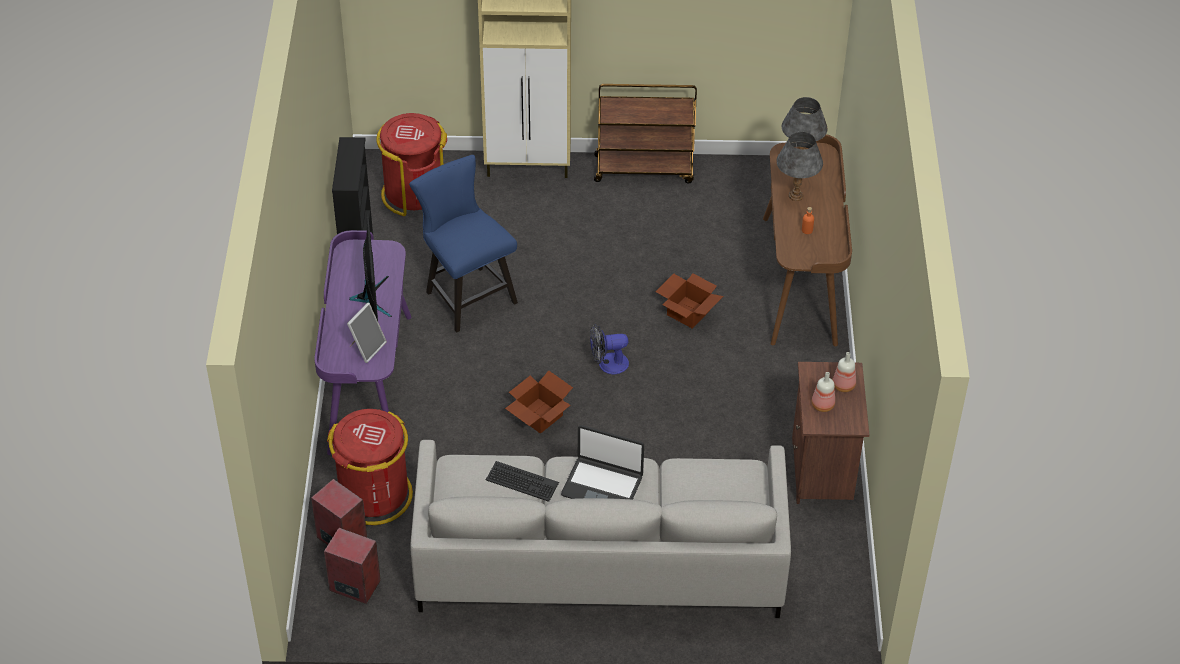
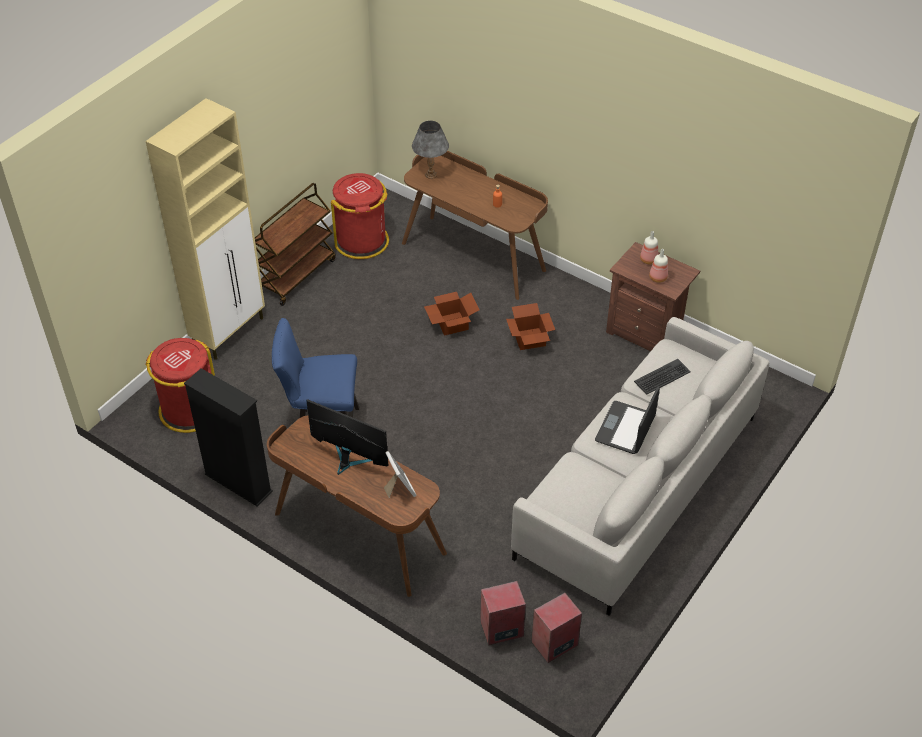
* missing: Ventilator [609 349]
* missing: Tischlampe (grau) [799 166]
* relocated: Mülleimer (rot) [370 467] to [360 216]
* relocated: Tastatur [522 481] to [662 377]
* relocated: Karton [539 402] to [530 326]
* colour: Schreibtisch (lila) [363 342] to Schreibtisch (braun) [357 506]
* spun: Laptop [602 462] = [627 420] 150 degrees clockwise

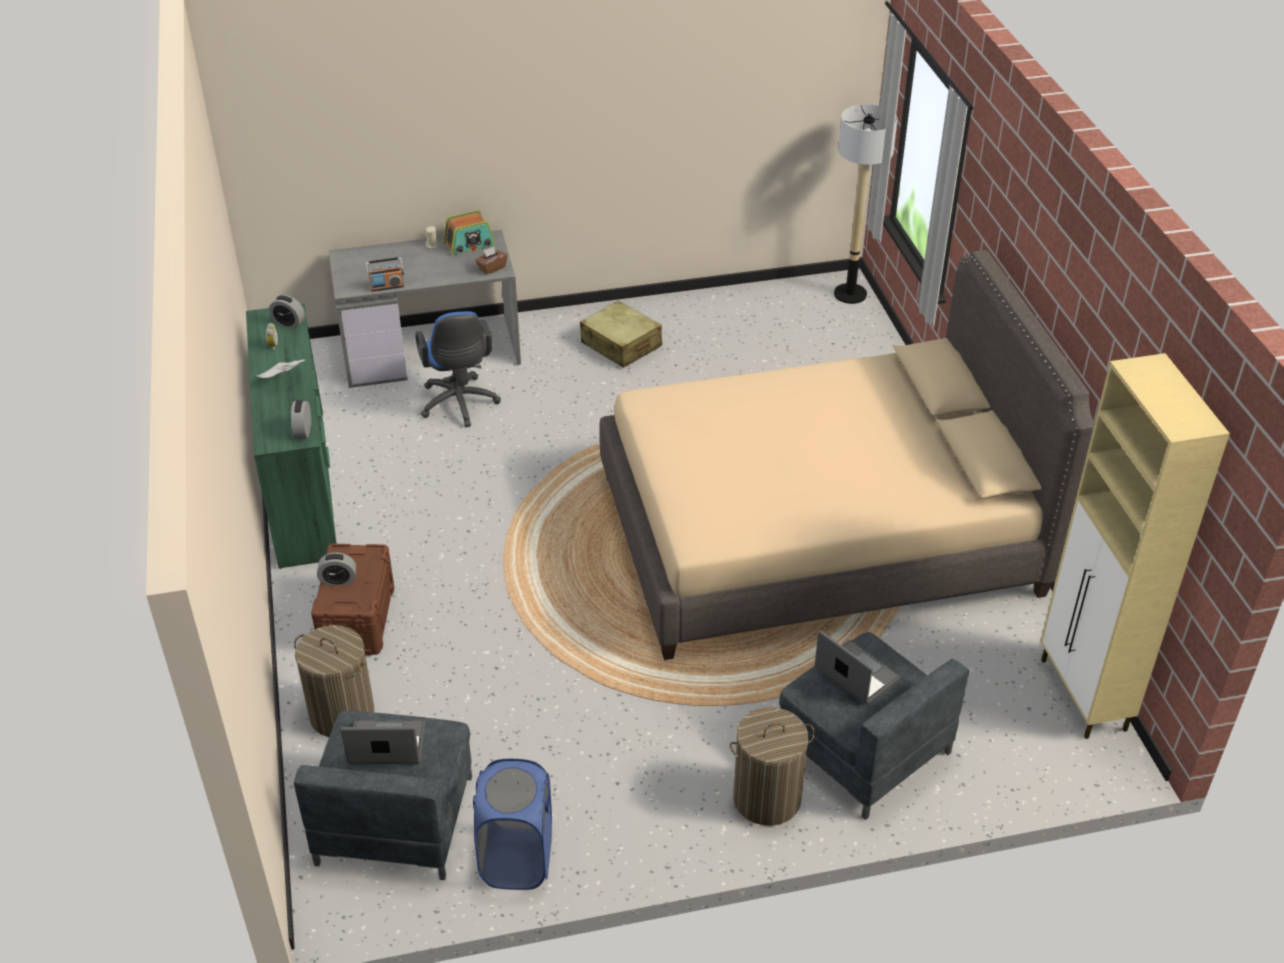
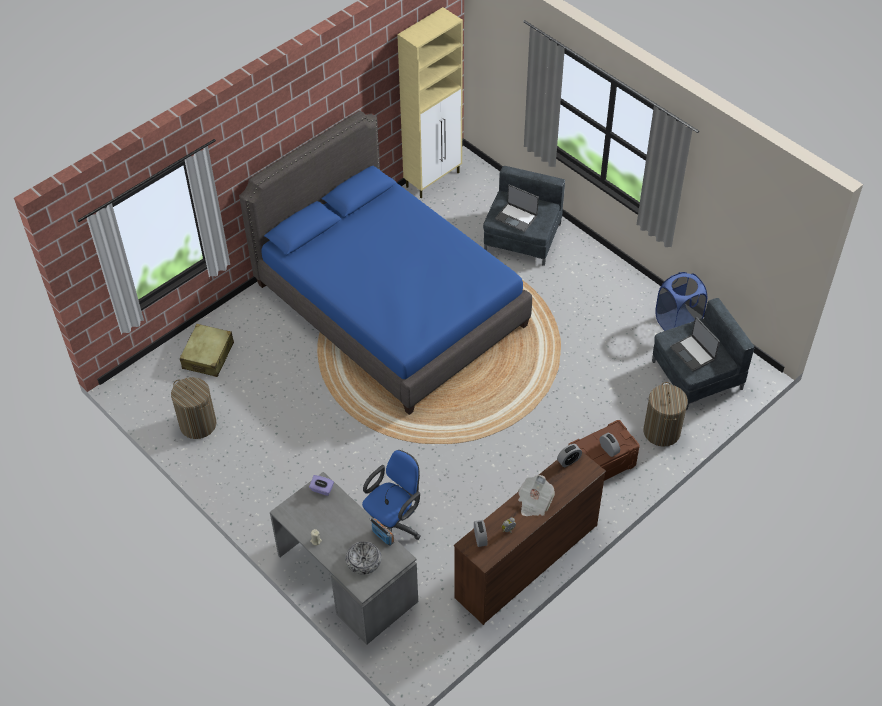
* missing: Radio [469 232]
* missing: Stehlampe [866 204]
* appeared: Schüssel [363 558]
* relocated: Koffer (beige) [621 334] to [207 350]
* relocated: Wäschekorb [772 766] to [193 408]
* colour: Kommode (grün) [291 436] to Kommode (braun) [530 538]
* colour: Taschentuchbox (braun) [491 261] to Taschentuchbox (lila) [321 485]
* colour: Bett (beige) [847 455] to Bett (blau) [385 263]
* spun: Laptop [857 667] = [517 208] 75 degrees counterclockwise

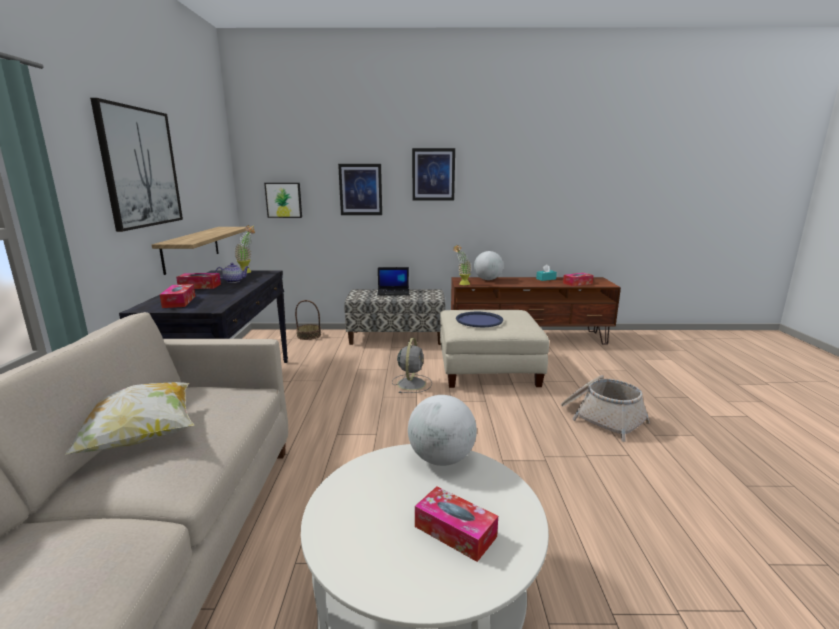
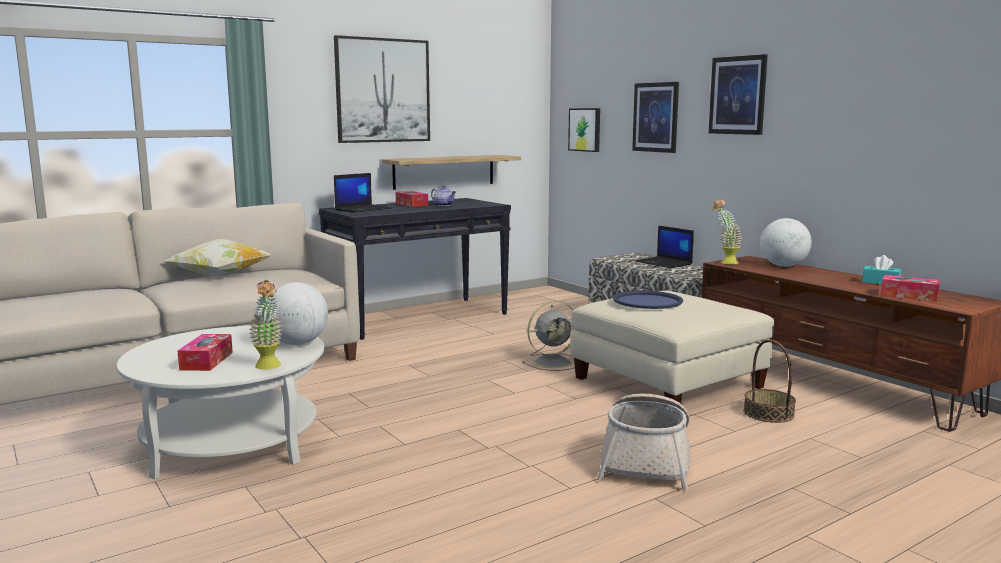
* relocated: Topfpflanze [244 249] to [266 325]
* relocated: Korb [308 320] to [769 381]
* exchanged: Taschentuchbox [177 296] to Laptop [363 193]

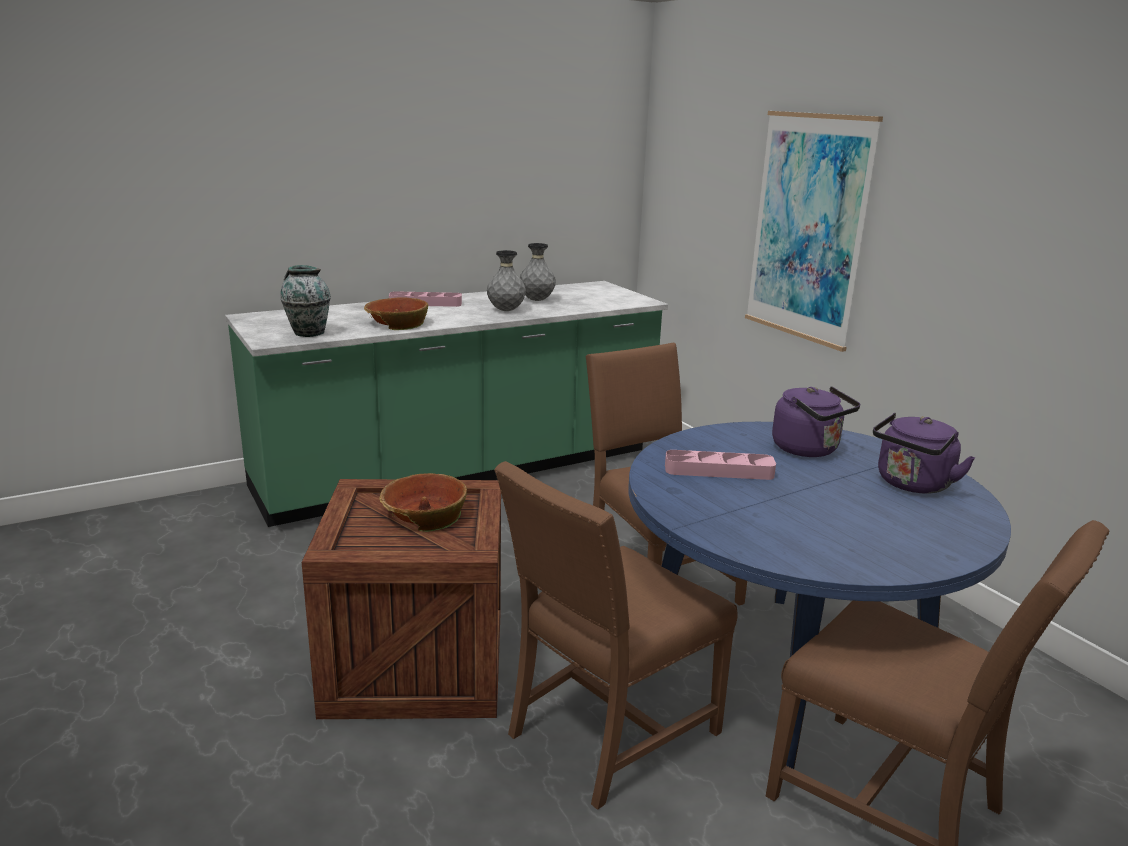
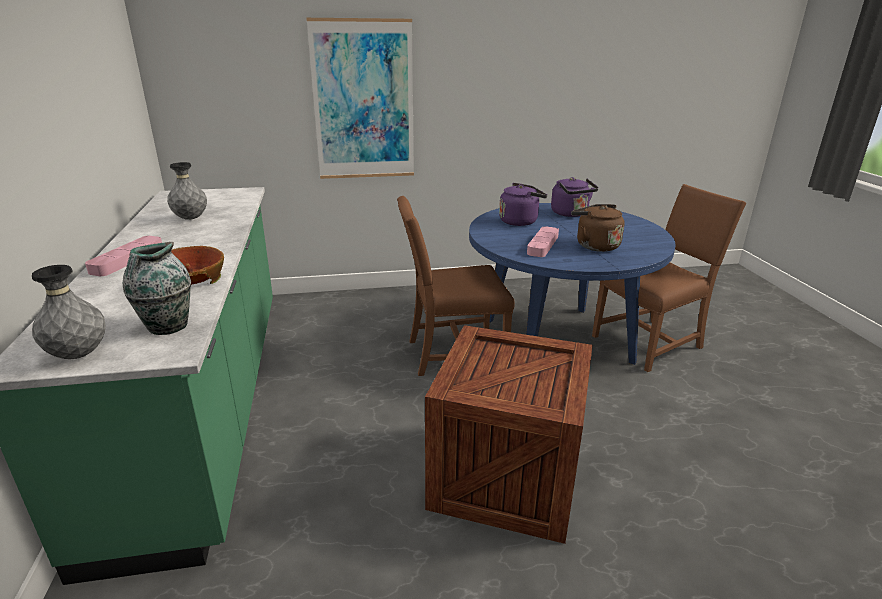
* missing: Schüssel [423 502]
* missing: Stuhl (braun) [616 635]
* appeared: Wasserkessel (braun) [598 228]
* relocated: Vase (grau) [506 280] to [69 312]

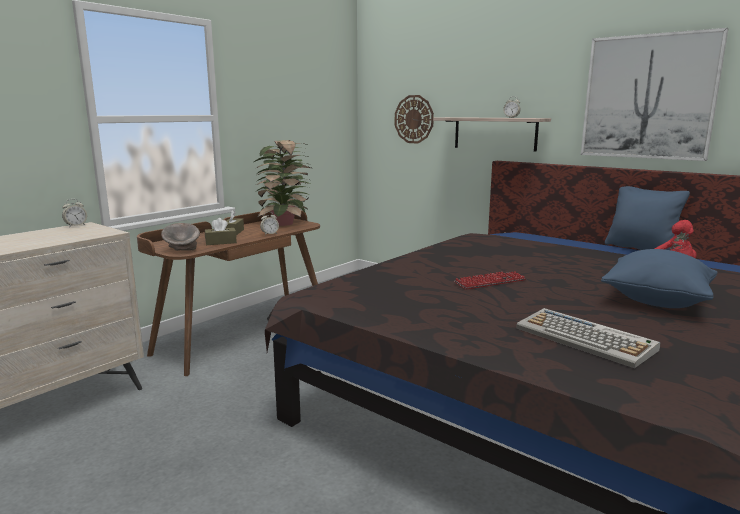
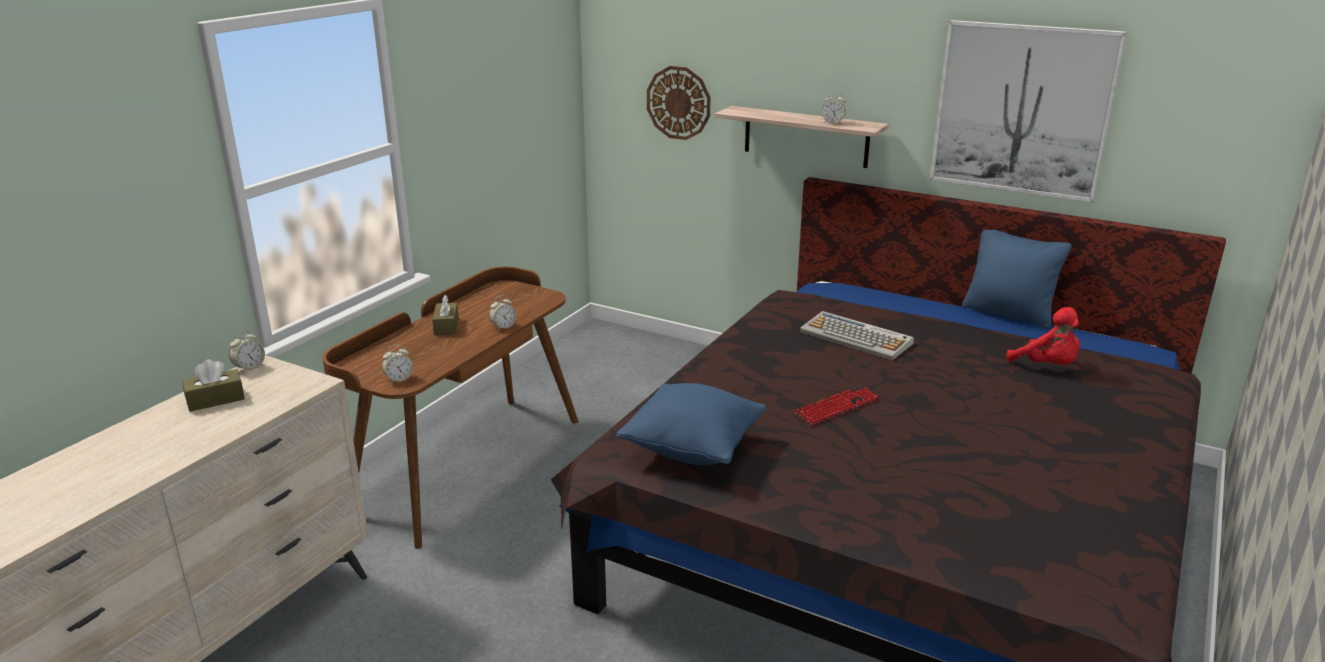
* missing: Topfpflanze [282 183]
* relocated: Taschentuchbox (braun) [221 231] to [213 385]
* relocated: Tastatur [588 338] to [857 335]
* relocated: Kissen (blau) [659 278] to [691 424]
* exchanged: Schüssel (grau) [180 237] to Wecker [397 364]

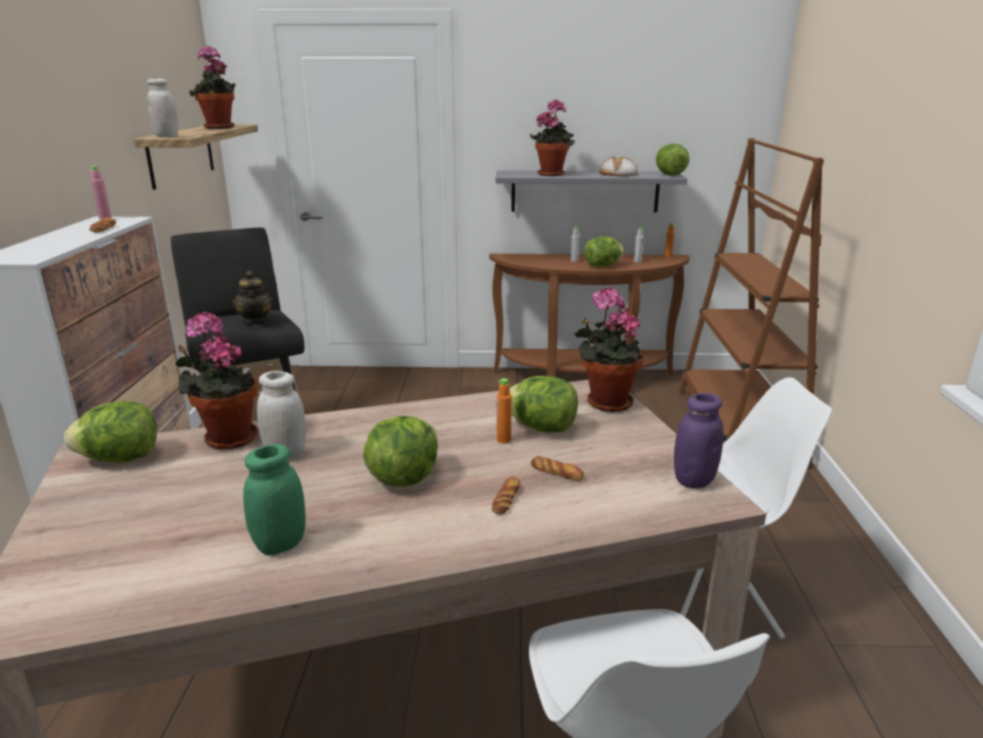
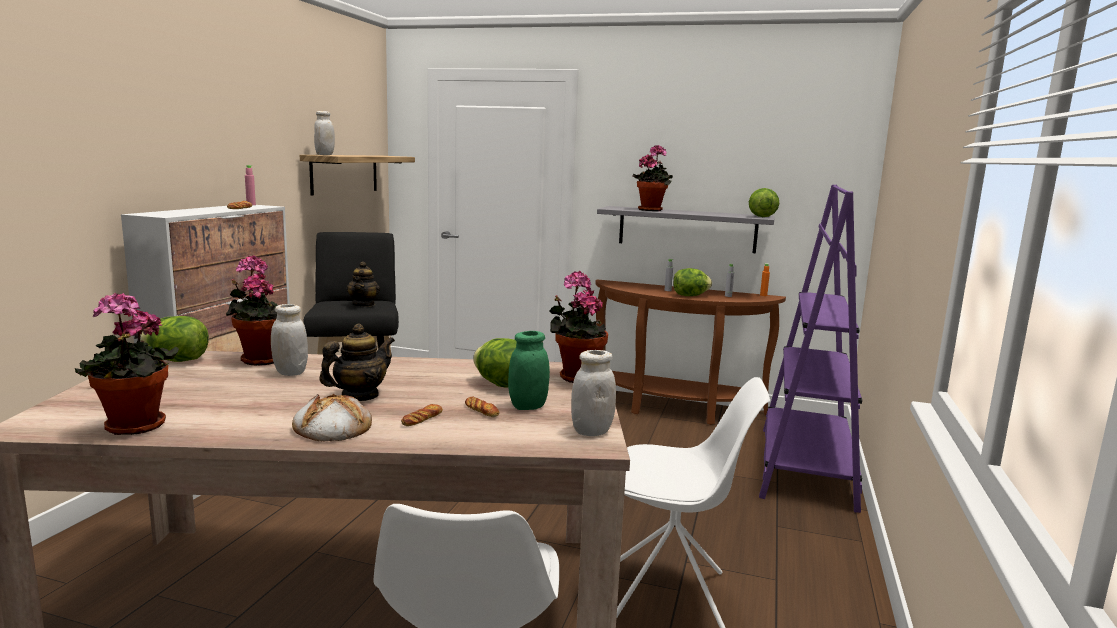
* missing: Flasche (orange) [504 411]
* relocated: Topfpflanze [213 87] to [127 364]
* relocated: Vorratsglas (grün) [274 499] to [529 370]
* relocated: Brot [618 166] to [332 417]
* exchanged: Salatkopf [400 451] to Teekanne [357 362]
* colour: Vorratsglas (lila) [699 440] to Vorratsglas (weiß) [593 393]
* colour: Bücherregal (braun) [751 304] to Bücherregal (lila) [810 348]

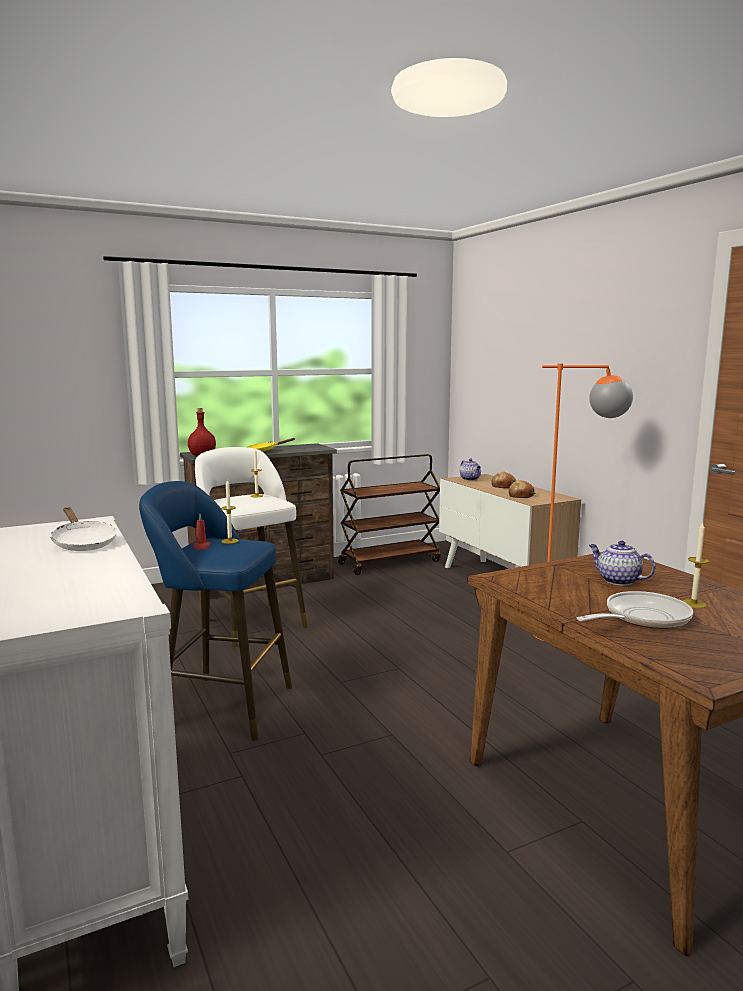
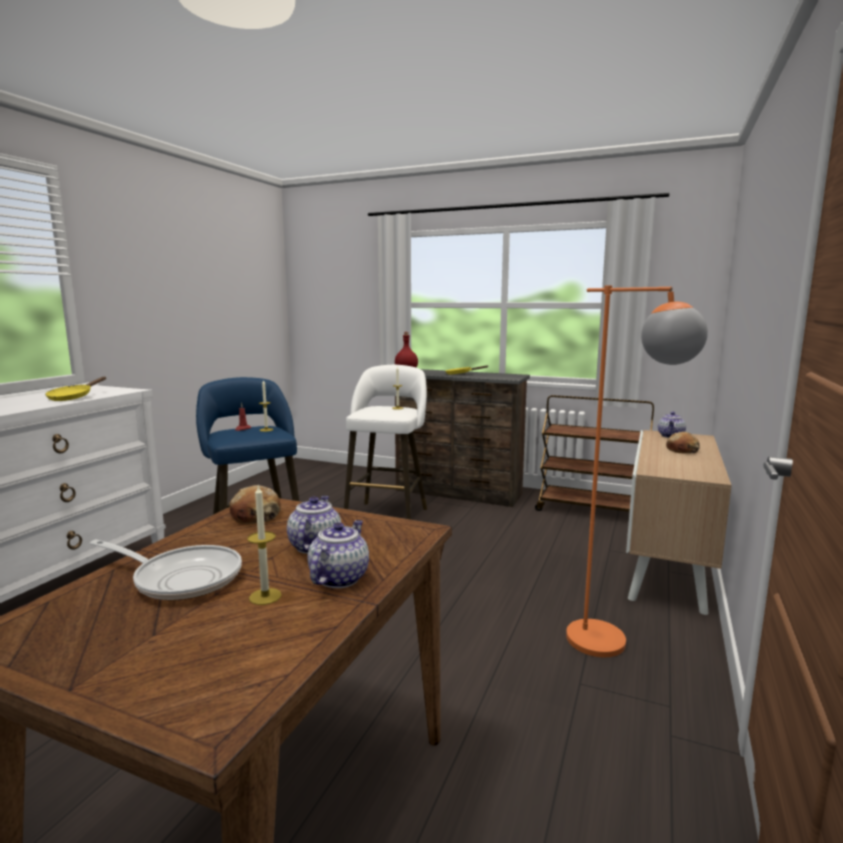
* appeared: Teekanne [338 554]
* relocated: Brot [521 489] to [255 504]
* colour: Pfanne (weiß) [83 529] to Pfanne (gelb) [75 389]

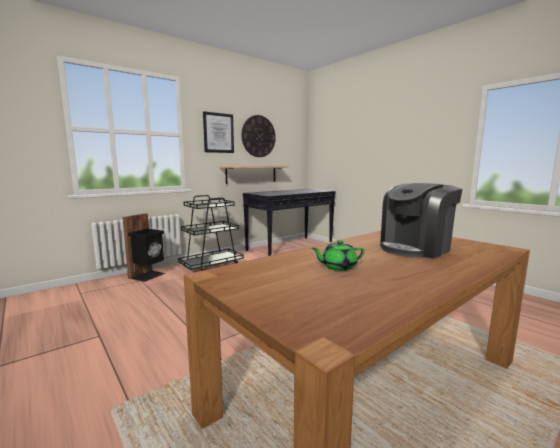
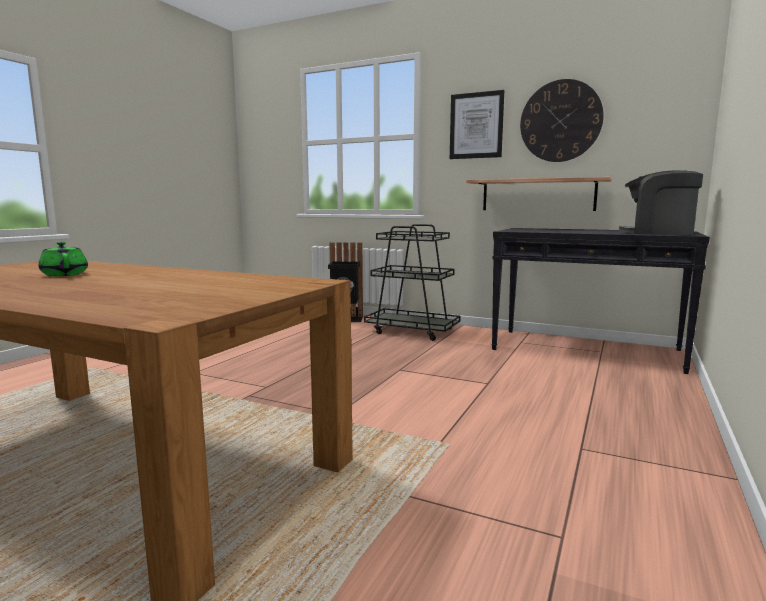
* relocated: Kaffeemaschine [421 220] to [661 202]

